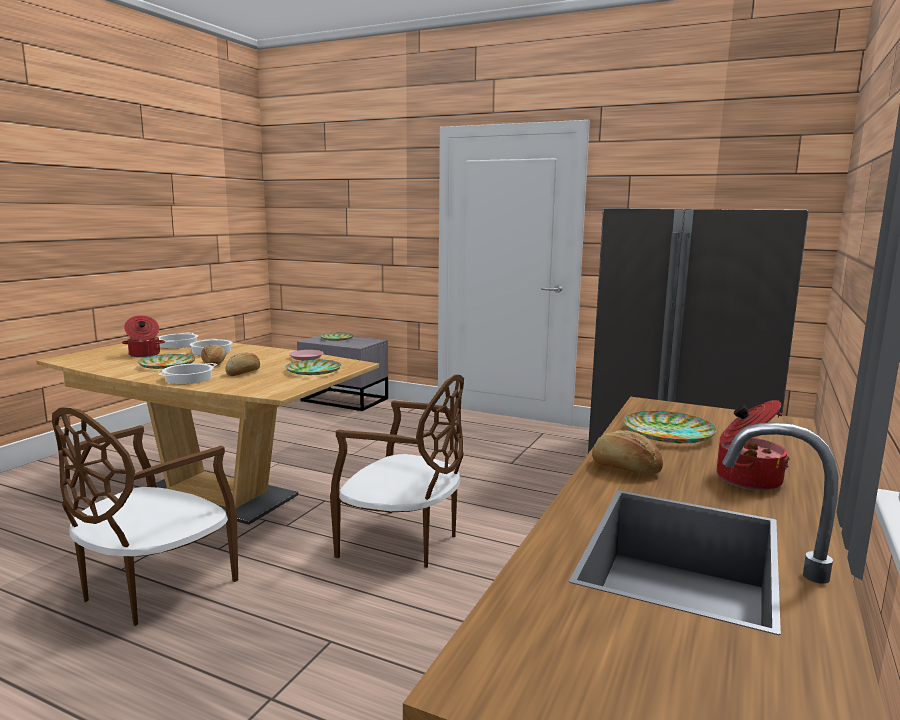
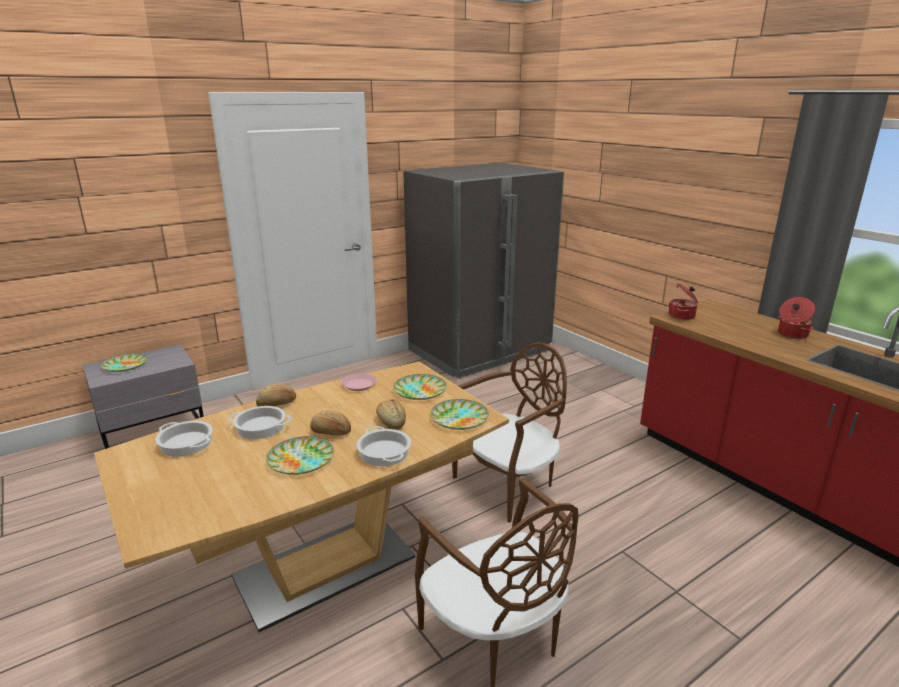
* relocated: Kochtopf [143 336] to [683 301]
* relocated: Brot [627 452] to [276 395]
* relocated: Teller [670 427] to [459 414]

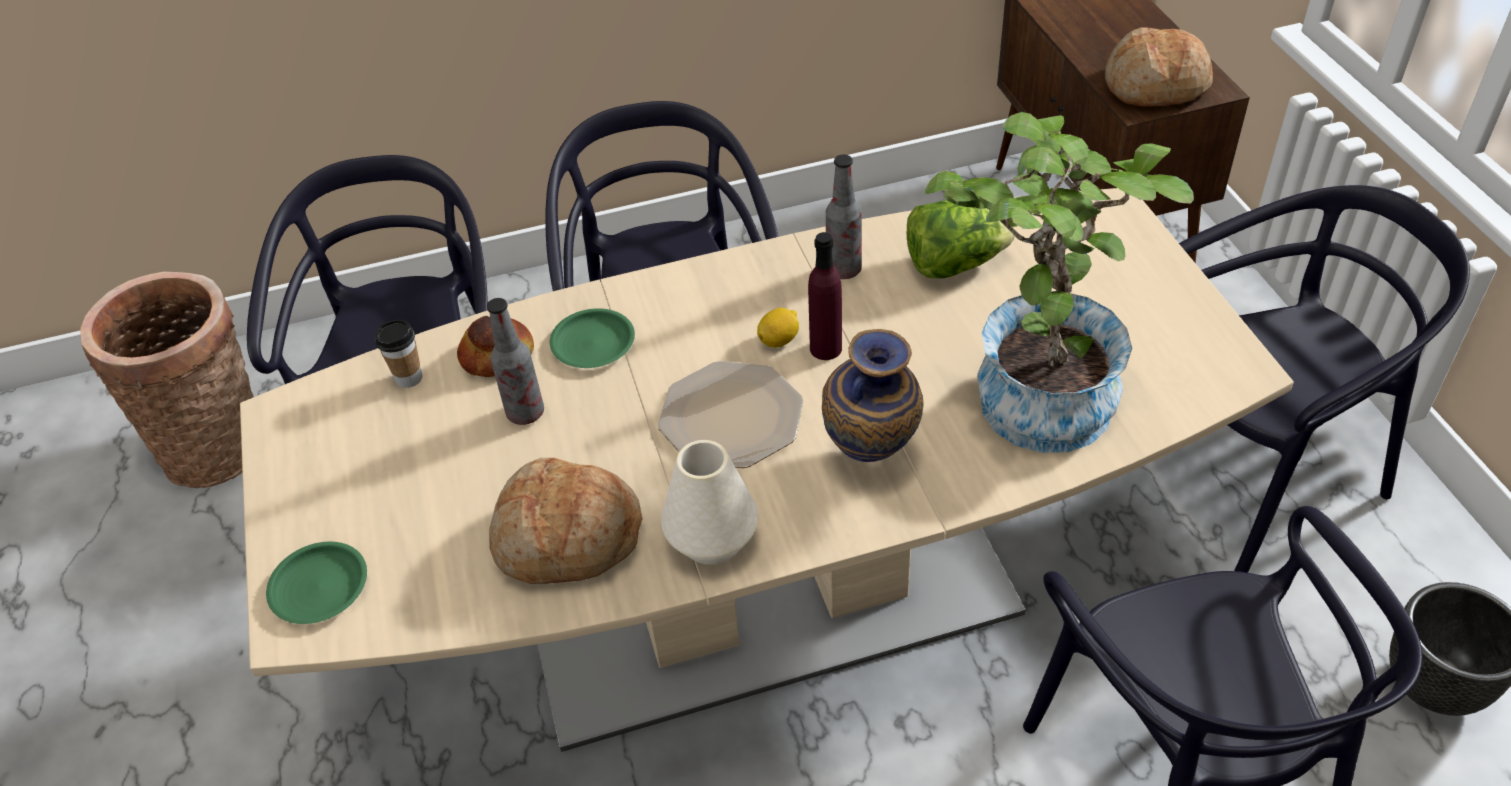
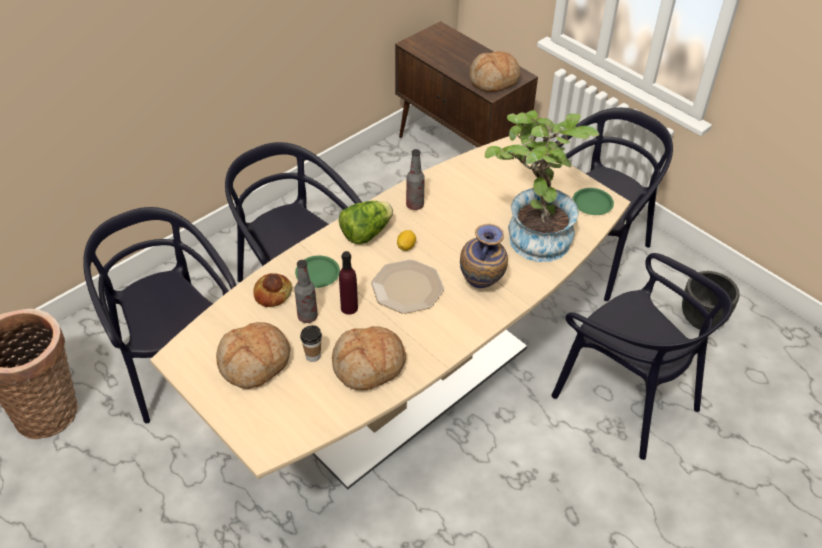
* missing: Vase (weiß) [709 502]
* appeared: Brot [253 355]
* relocated: Teller (grün) [316 582] to [593 201]
* relocated: Tasse [398 354] to [311 343]
* relocated: Flasche (lila) [825 296] to [348 283]
* relocated: Salatkopf [961 239] to [366 222]

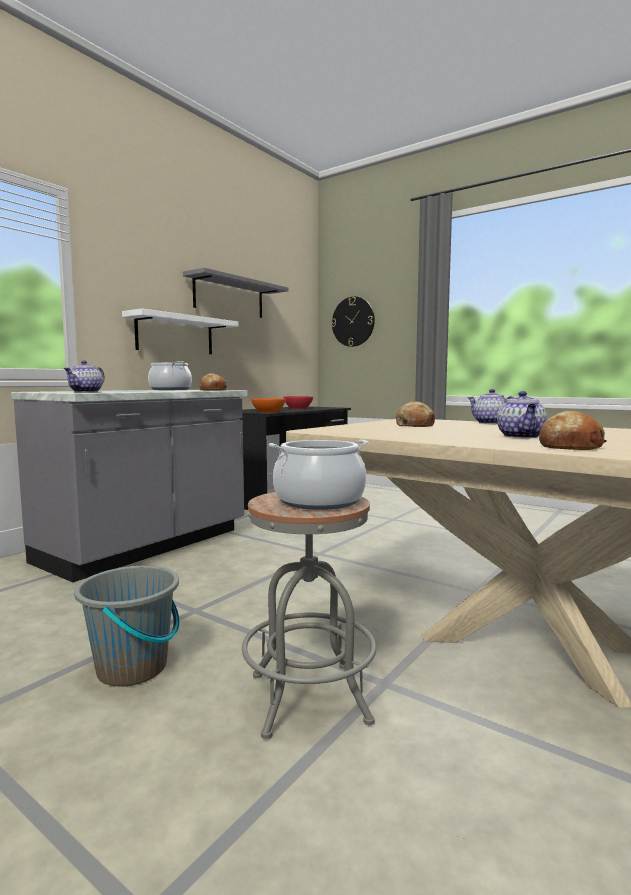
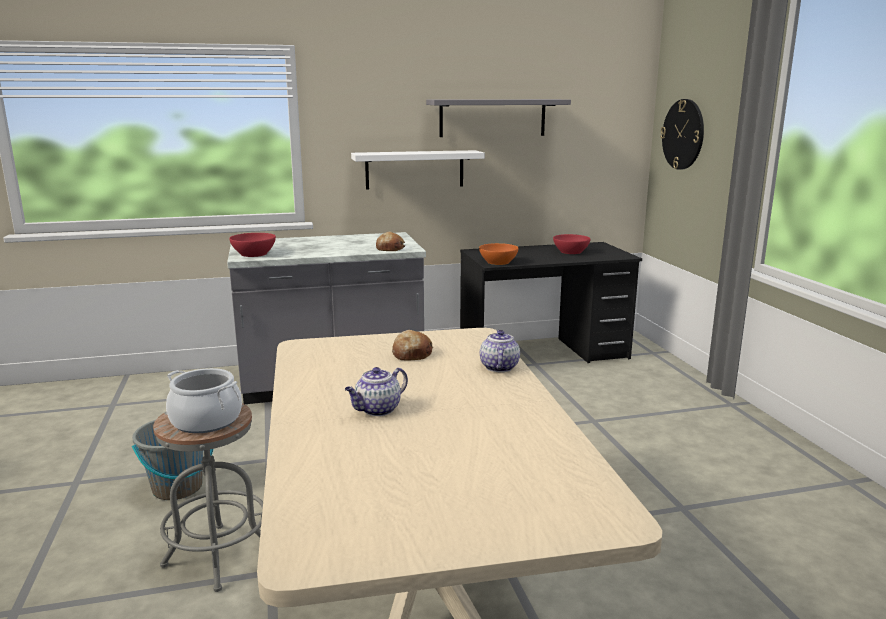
* missing: Kochtopf [170 375]
* missing: Brot [573 430]
* exchanged: Teekanne [84 376] to Schüssel (rot) [252 245]

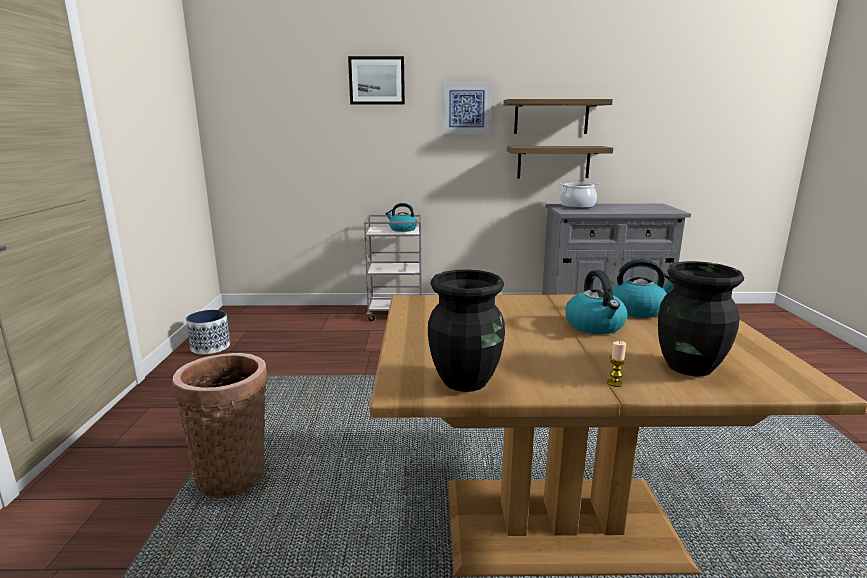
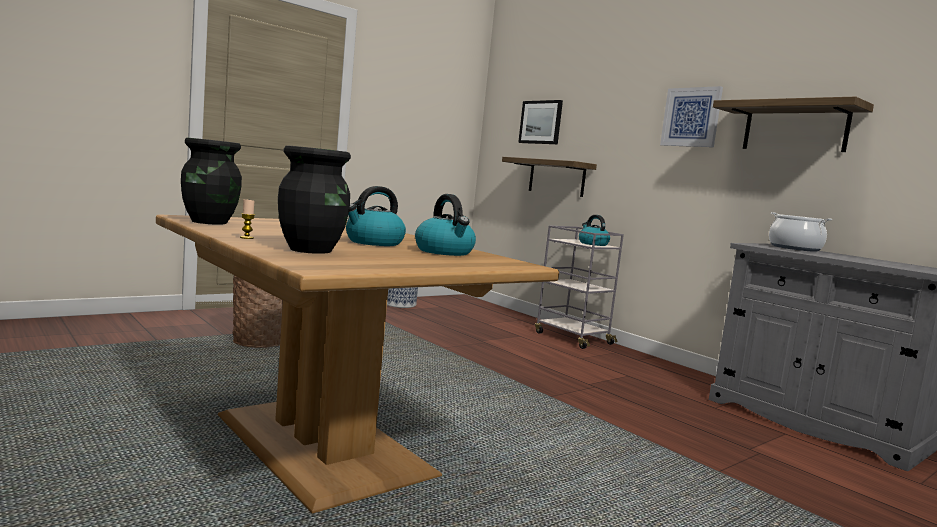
* relocated: Bild [376 80] to [540 122]
* relocated: Wandregal [560 162] to [549 177]

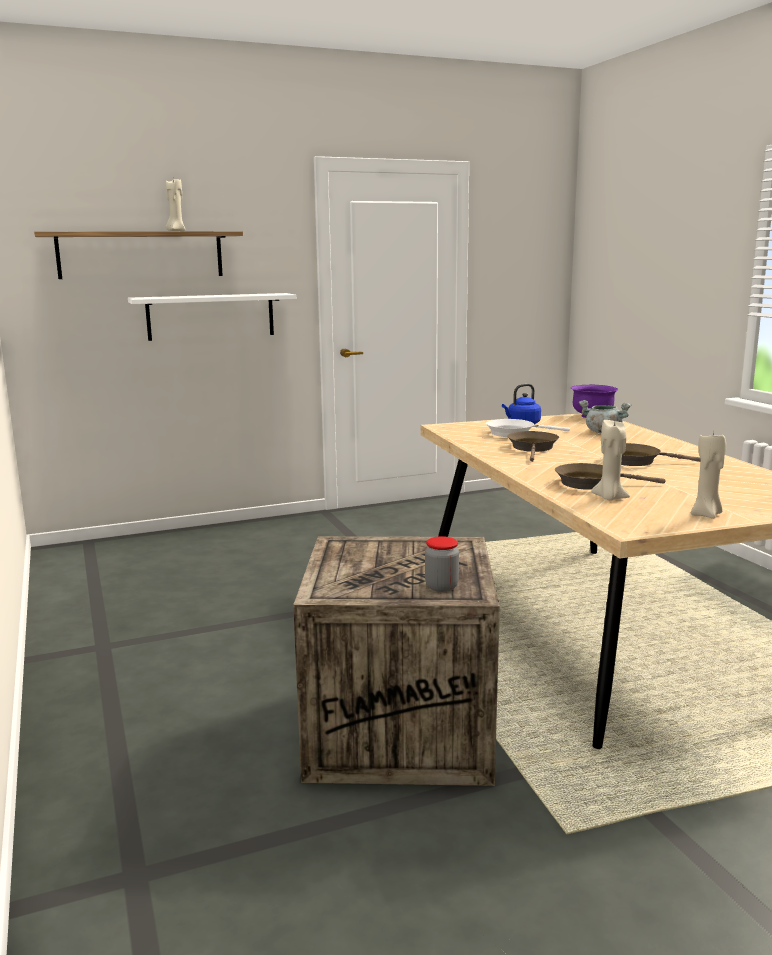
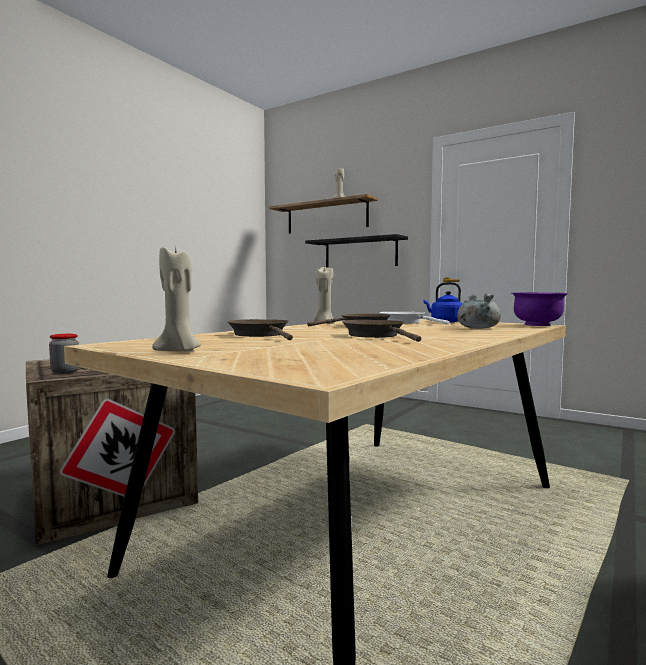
* relocated: Kerze (beige) [610 460] to [324 295]
* colour: Wandregal (weiß) [212 317] to Wandregal (schwarz) [356 250]

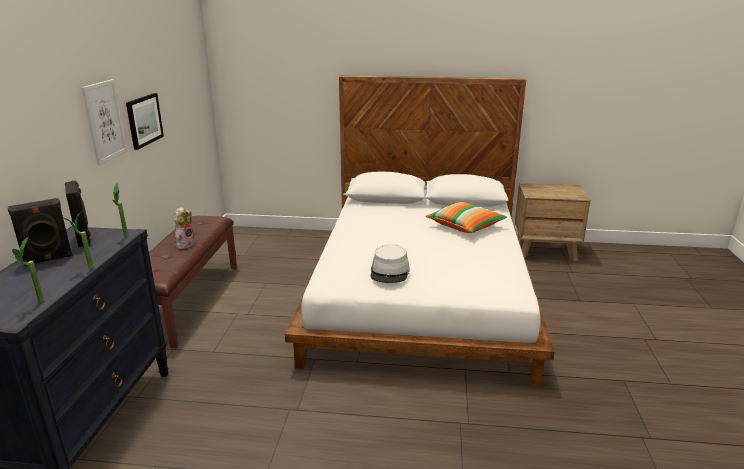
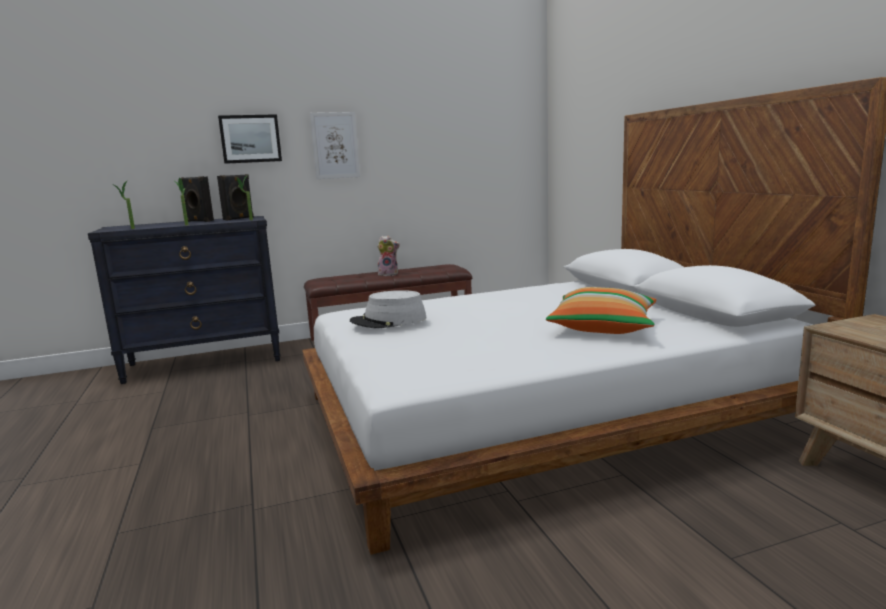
* relocated: Bild [145 121] to [250 139]

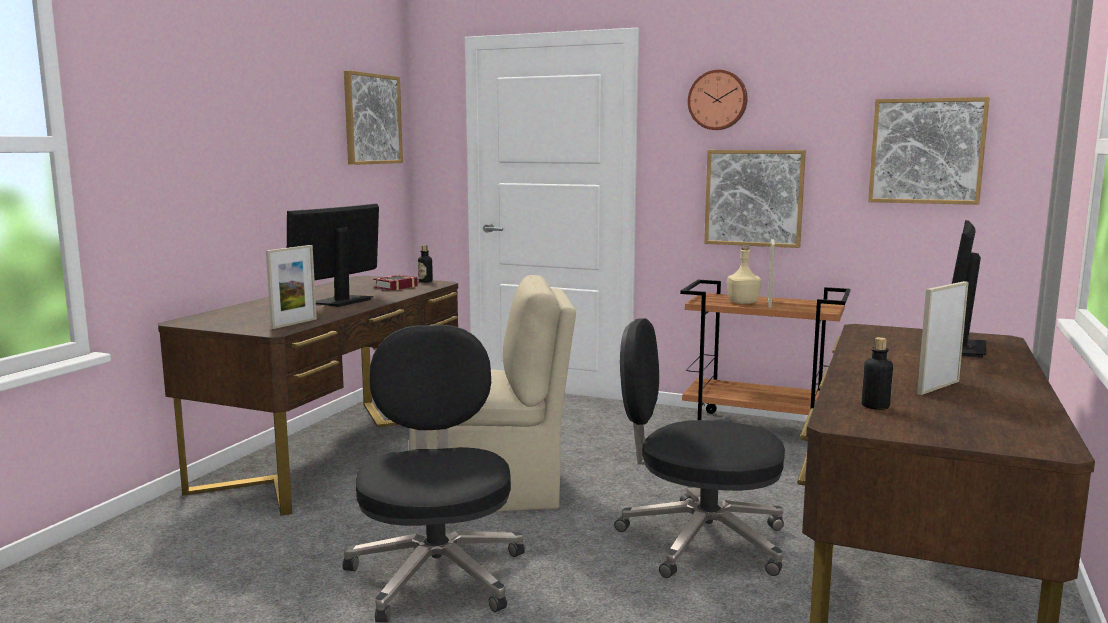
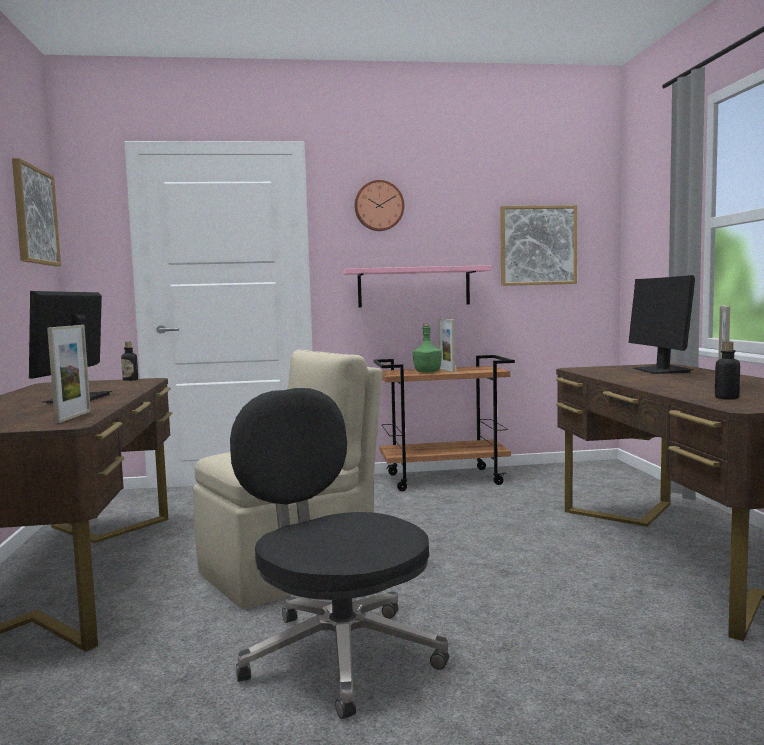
* missing: Buch [395 282]
* missing: Bürostuhl (schwarz) [699 448]
* exchanged: Bild [755 199] to Wandregal (rosa) [417 286]
* colour: Flasche (beige) [744 274] to Flasche (grün) [427 348]

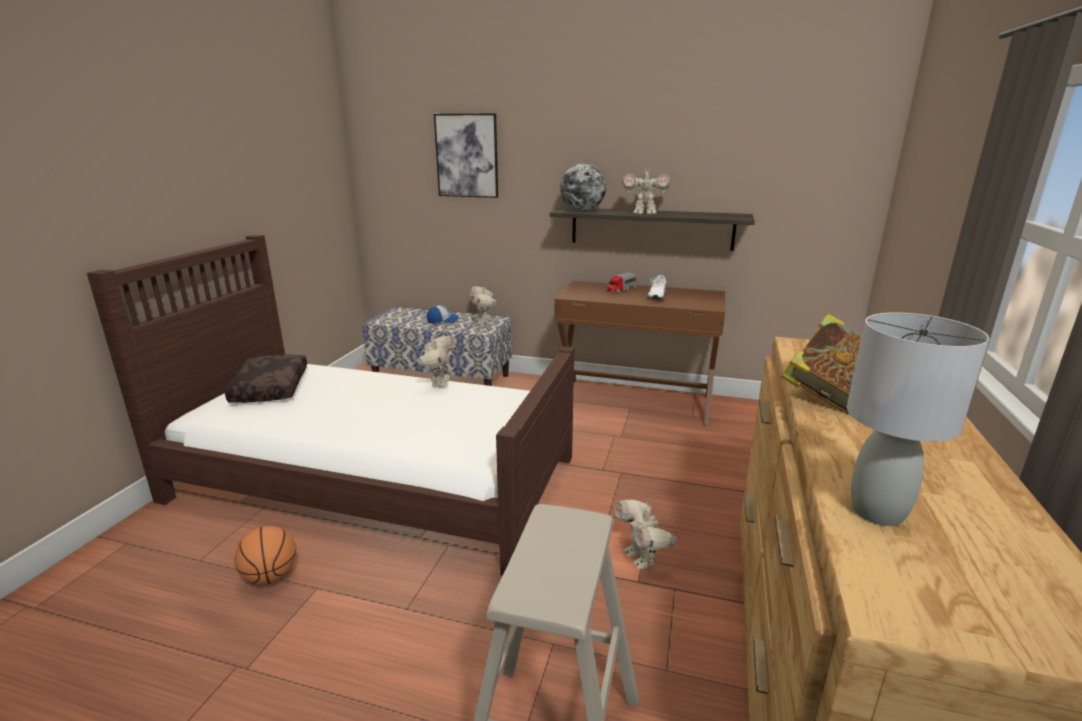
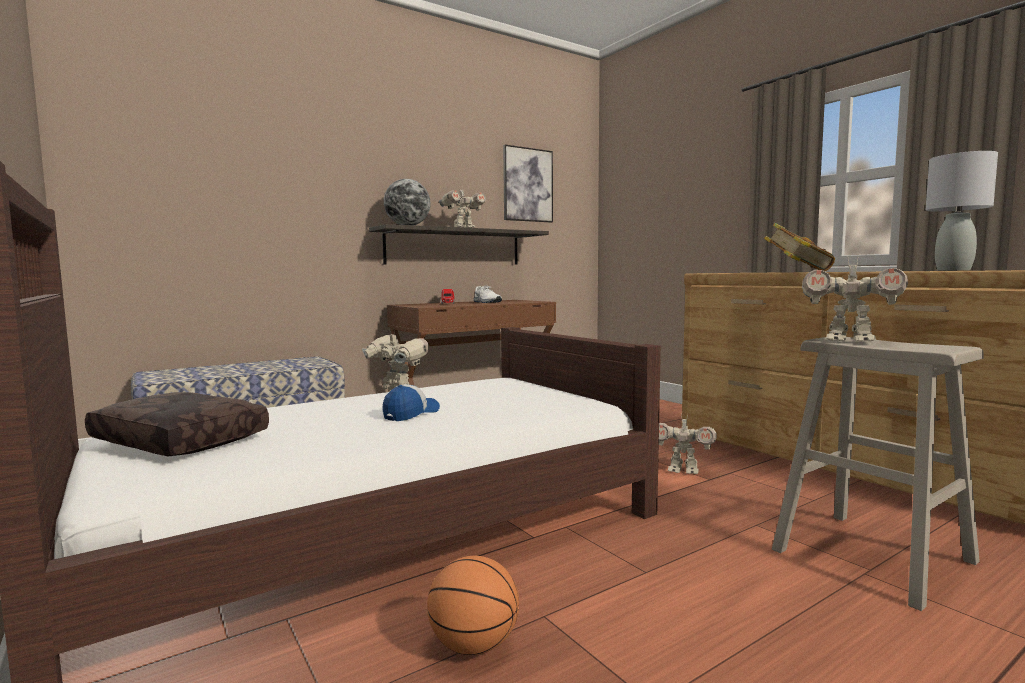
* relocated: Kappe [443 314] to [411 402]
* relocated: Bild [466 155] to [528 183]
* relocated: Spielzeugroboter [484 303] to [855 299]

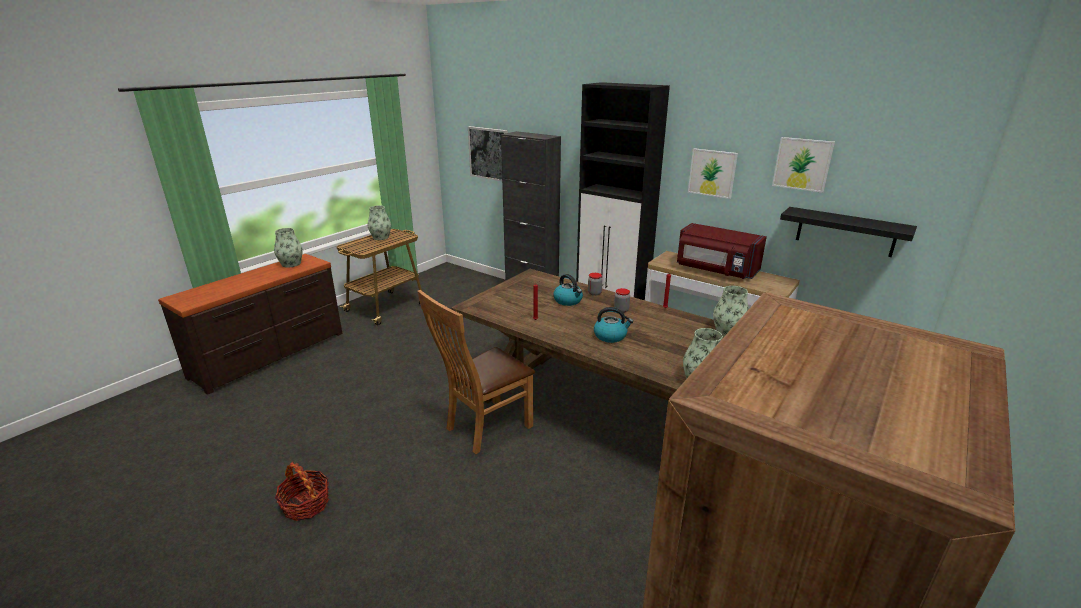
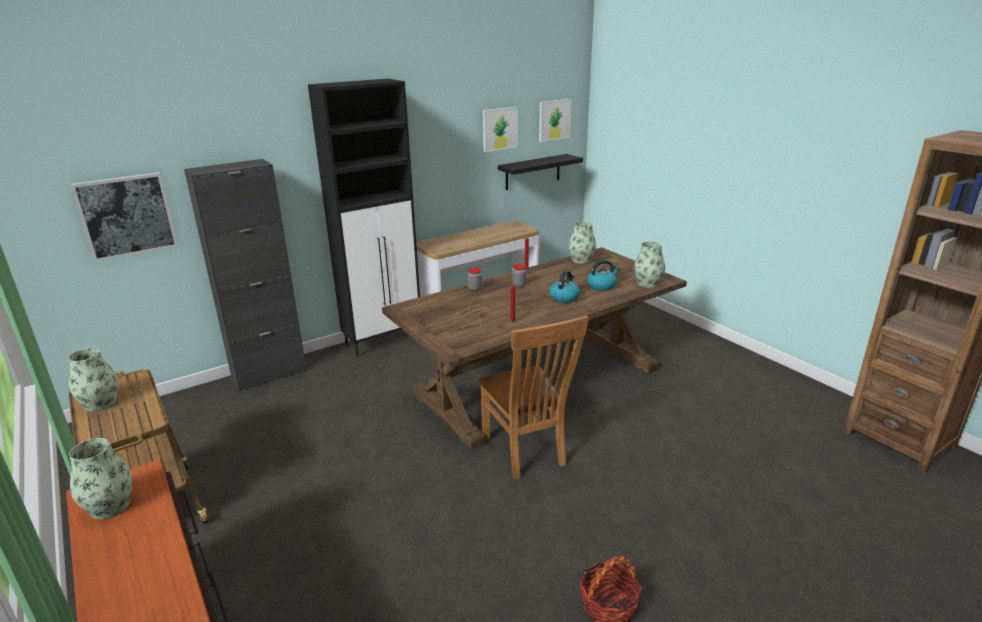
* missing: Mikrowelle (rot) [722 251]
* relocated: Wasserkessel [568 290] to [603 275]
* relocated: Bild [713 173] to [555 120]

